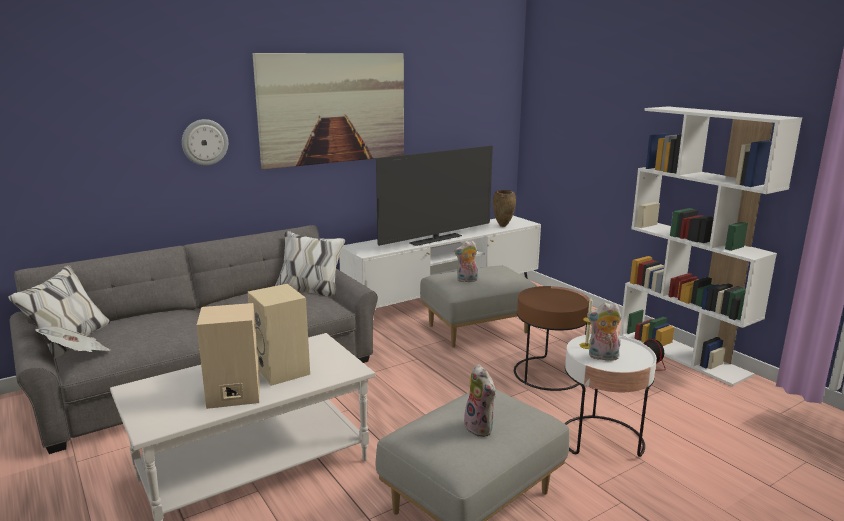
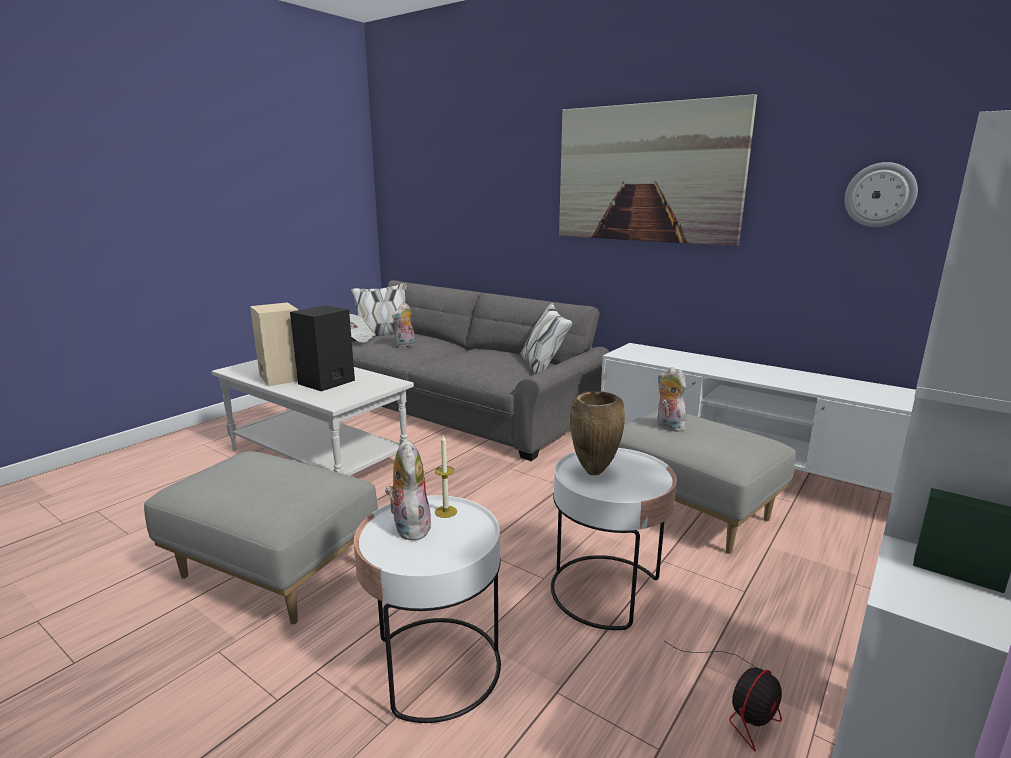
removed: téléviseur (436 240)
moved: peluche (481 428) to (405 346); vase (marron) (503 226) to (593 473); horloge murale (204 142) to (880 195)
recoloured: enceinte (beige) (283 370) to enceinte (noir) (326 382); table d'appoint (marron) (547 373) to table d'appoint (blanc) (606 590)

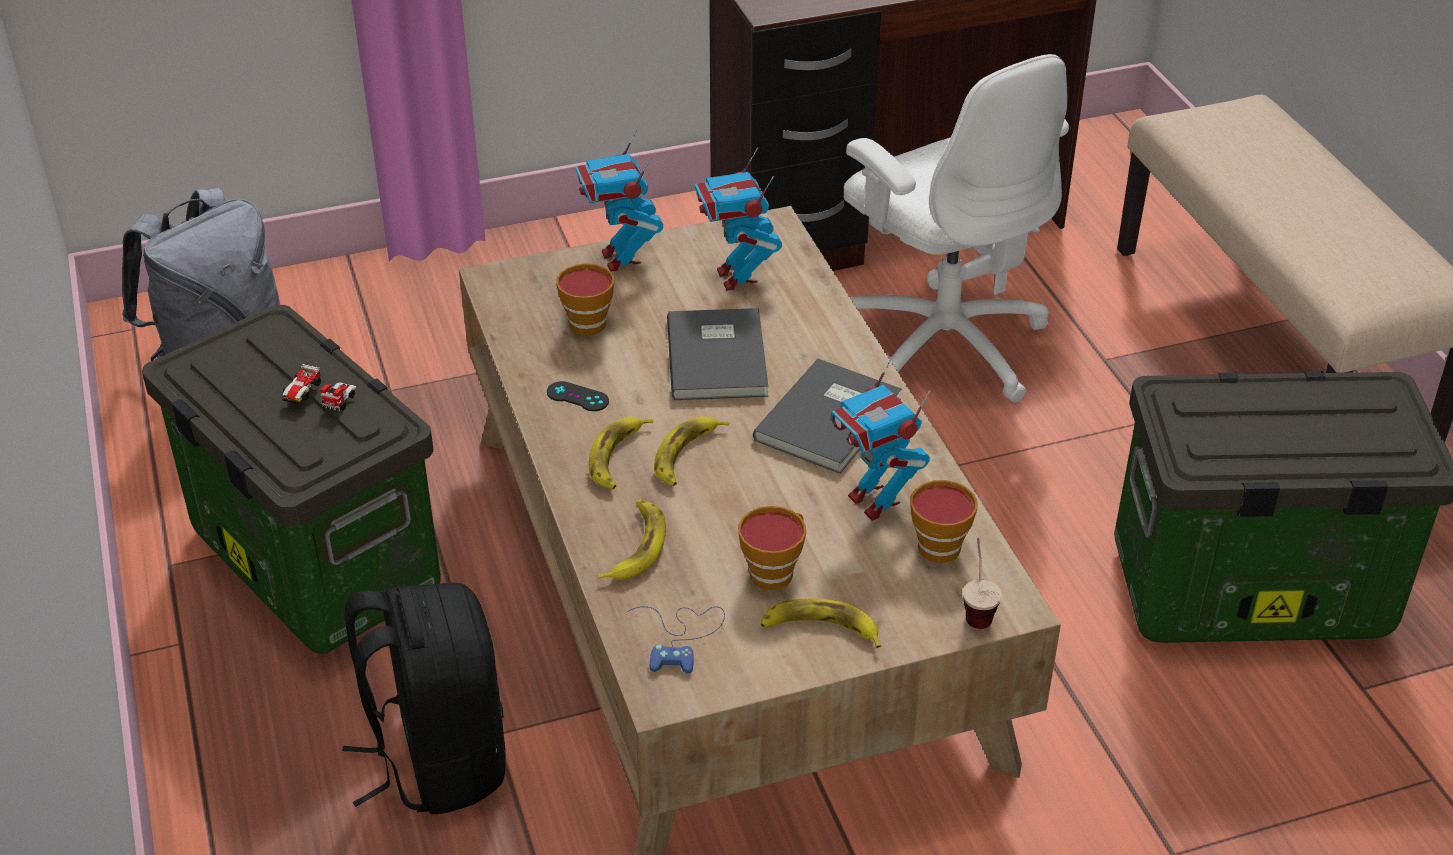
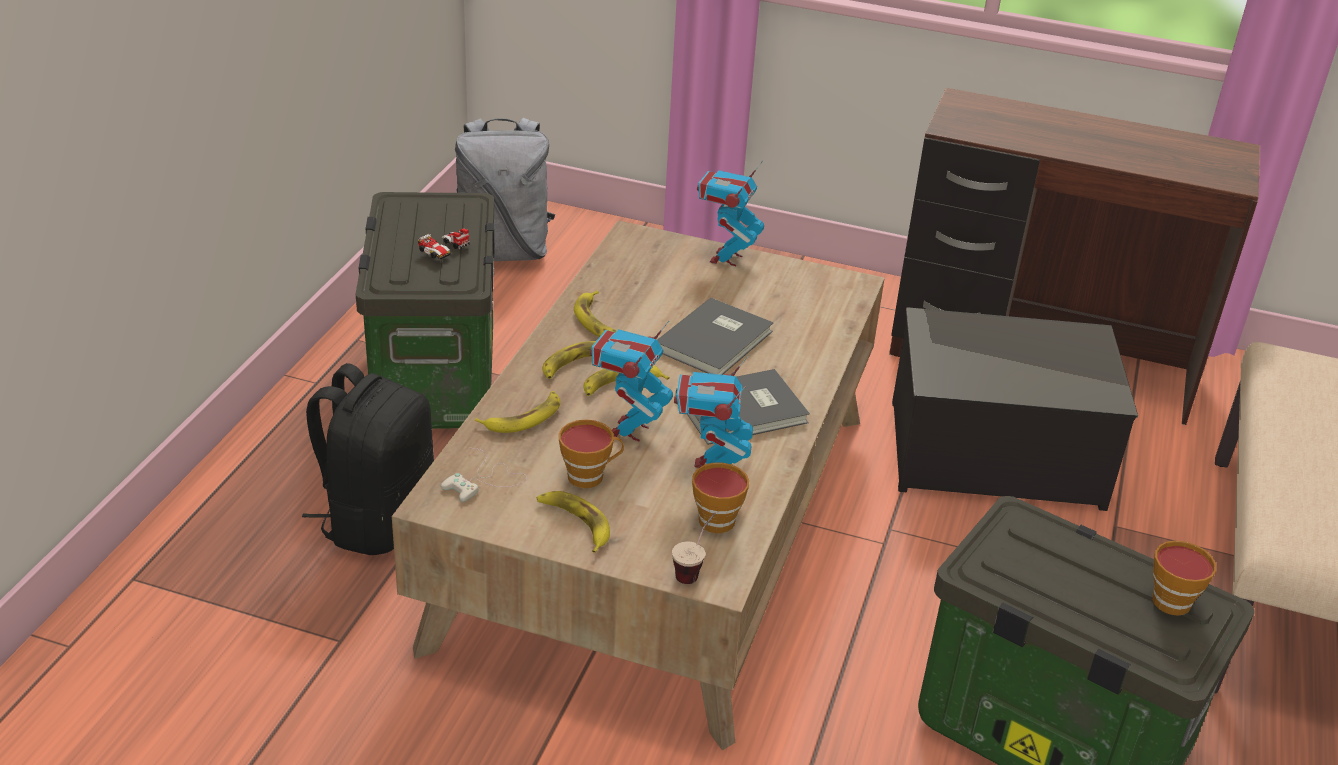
moved: robot jouet (736 277) to (628 430); tasse (587 321) to (1172 598)
replaced: manette (noir) (577 397) to banane (597 320); chaise de bureau (blanc) (943 344) to boîte de rangement (993 455)
recoloured: manette (bleu) (682 637) to manette (blanc) (485 480)
turned: petite voiture (320 397) = (445 249) 105 degrees counterclockwise

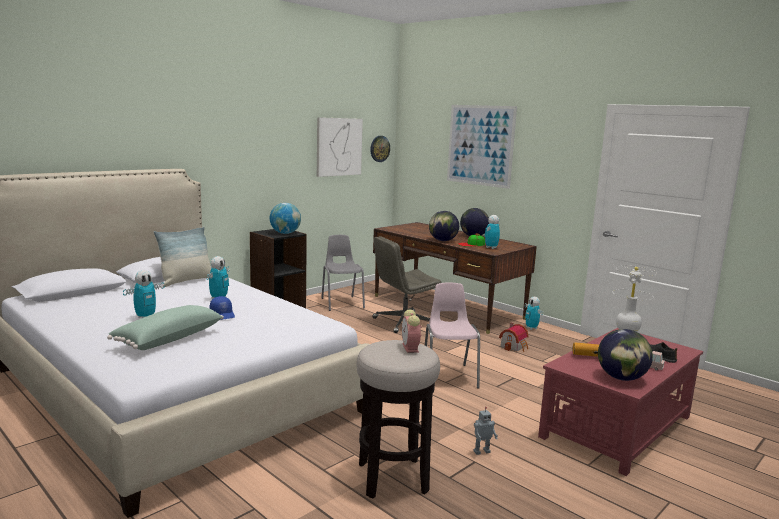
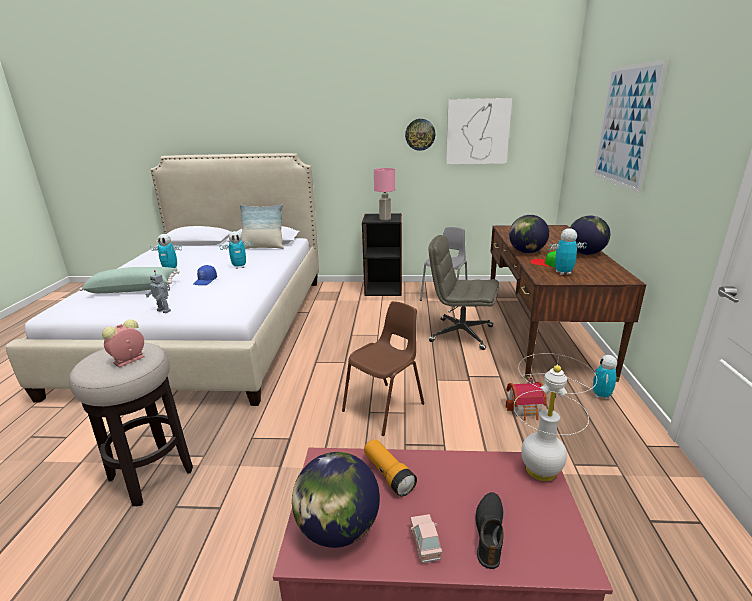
moved: robot jouet (481 451) to (164 310); horloge murale (379 148) to (420 134)
replaced: globe (285 233) to lampe de table (rose) (385 219)
recoloured: chaise (rose) (449 376) to chaise (marron) (385 407)

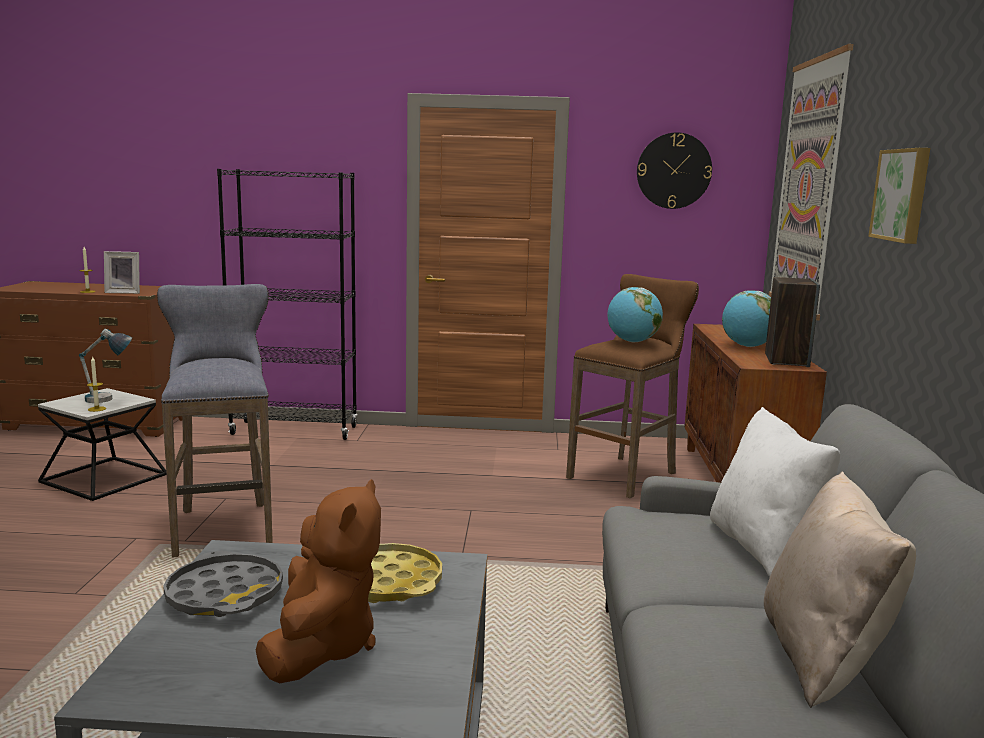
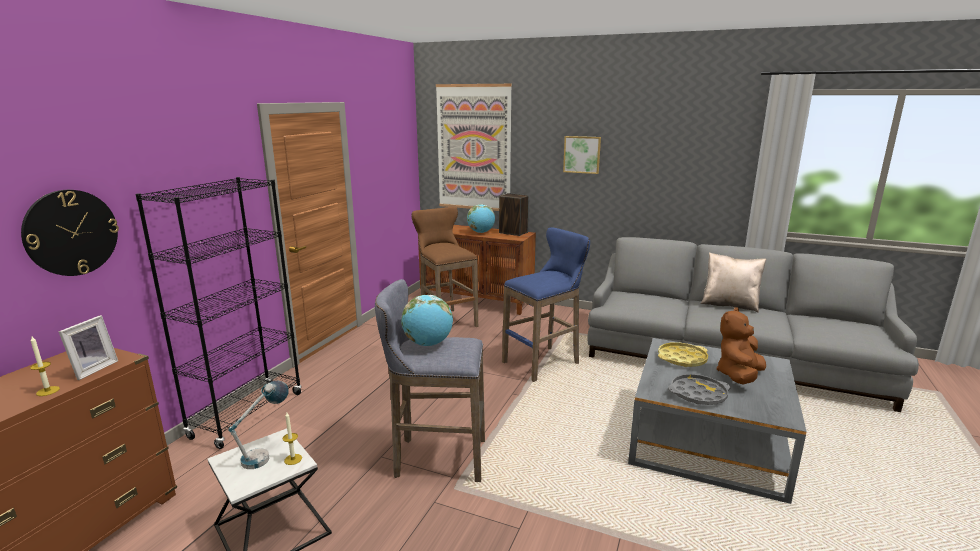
removed: coussin (blanc) (764 548)
added: tabouret (bleu) (544 362)
moved: horloge murale (674 171) to (71 232); globe (632 342) to (428 344)
turned: peluche (marron) (321 646) = (738 376) 75 degrees counterclockwise

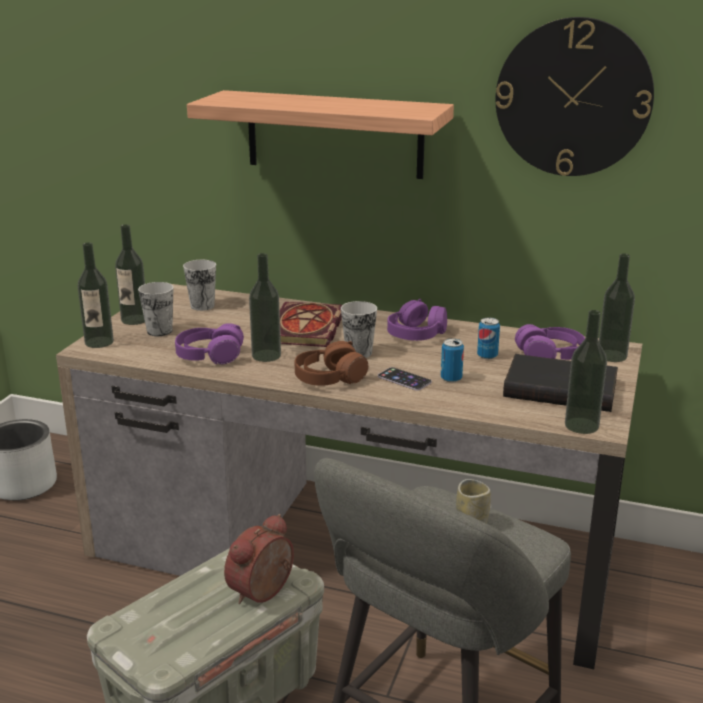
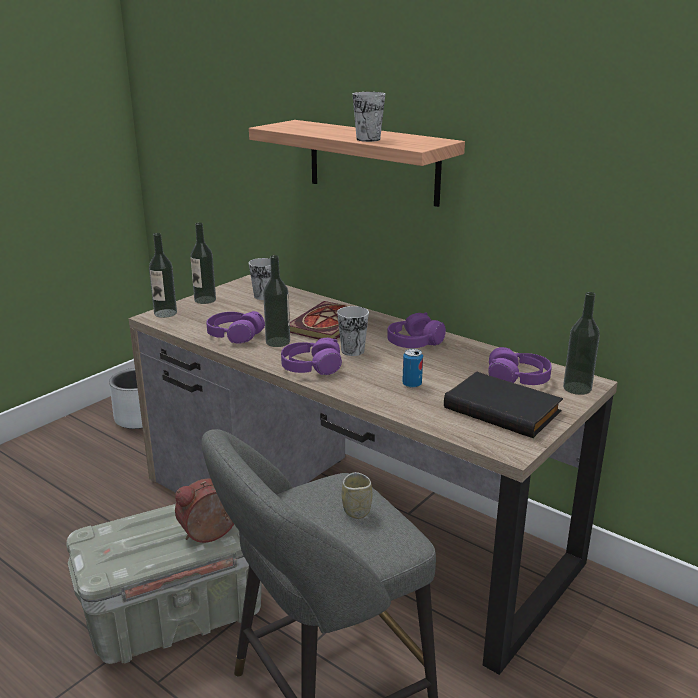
removed: téléphone (404 379); boîte métallique (487 356); horloge murale (573 98); bouteille (581 425)
moved: tasse (159 331) to (368 139)
recoloured: casque audio (marron) (329 378) to casque audio (violet) (311 368)

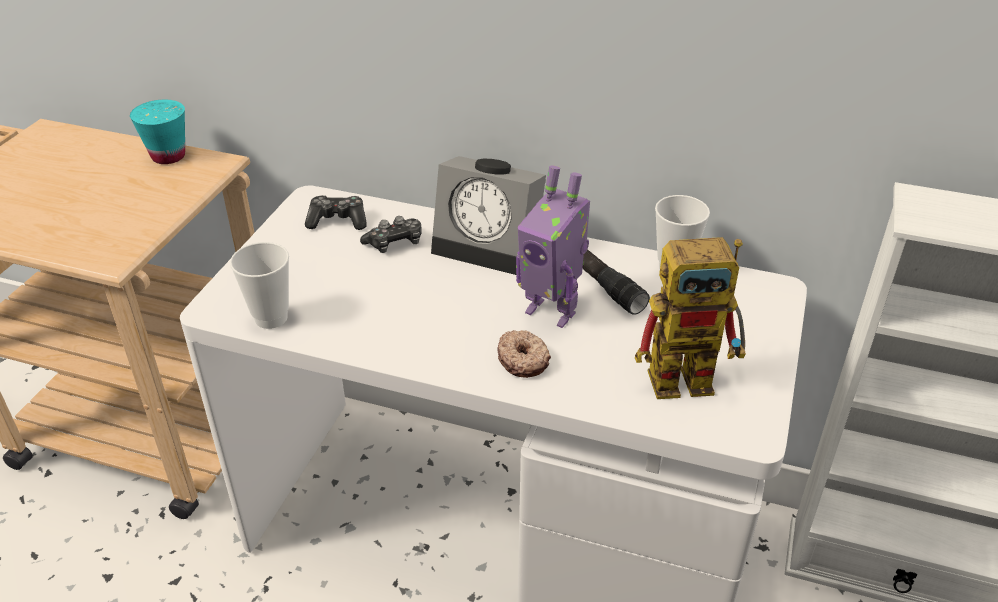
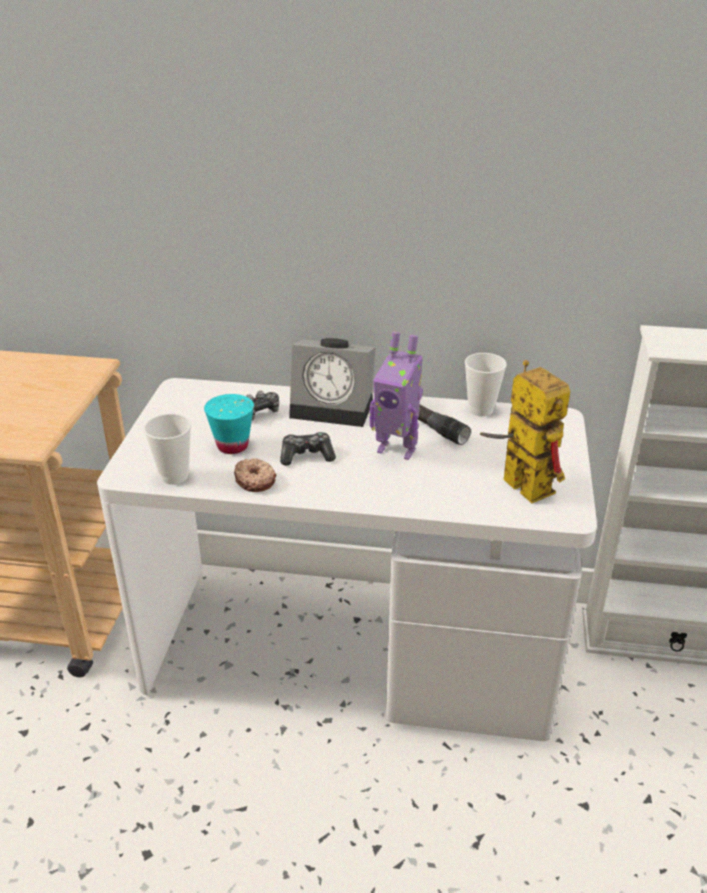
moved: tasse (turquoise) (168 156) to (232 446); beignet (523 360) to (255 480); manette (338 220) to (307 455)
turned: robot jouet (693 376) = (516 482) 105 degrees counterclockwise

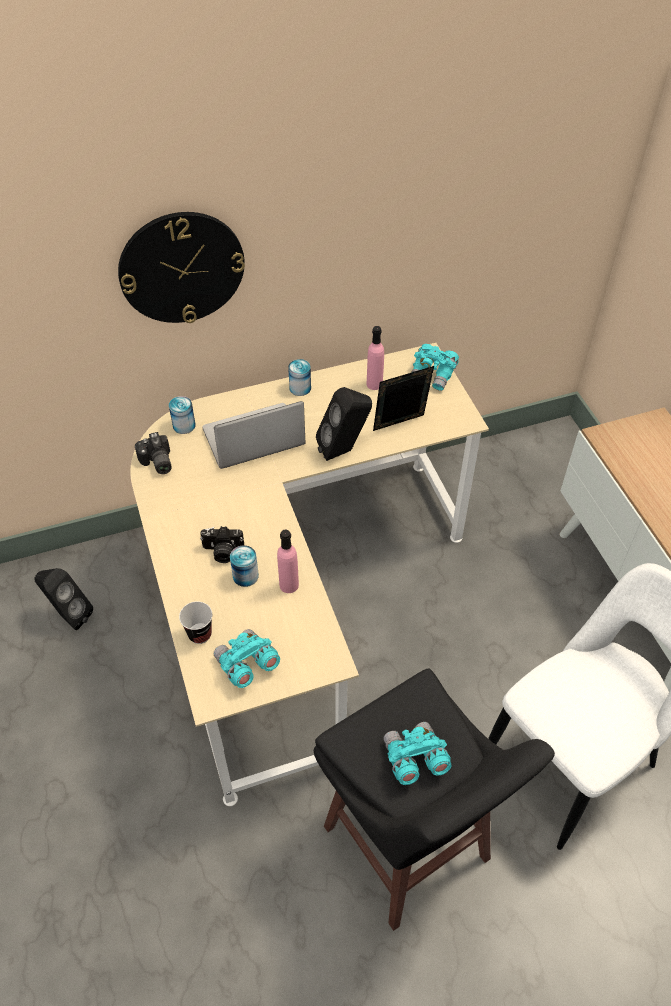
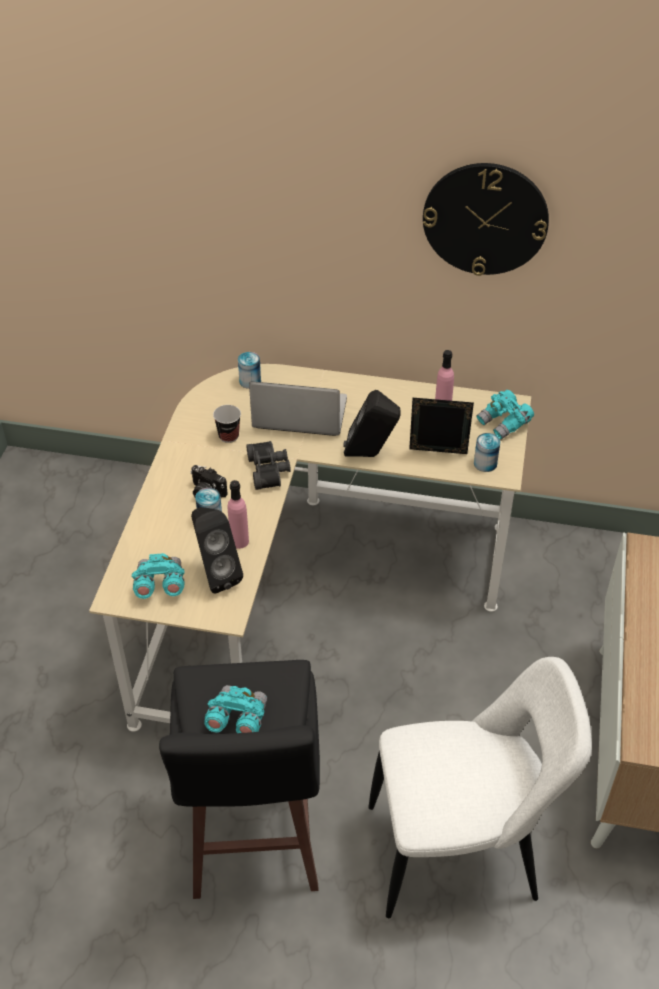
removed: appareil photo (156 462)
added: jumelles (noir) (269 470)
moved: enceinte (noir) (69 615) to (215 574); tasse (200 634) to (228 436); horloge murale (181 268) to (485 219); boîte métallique (300 388) to (485 463)

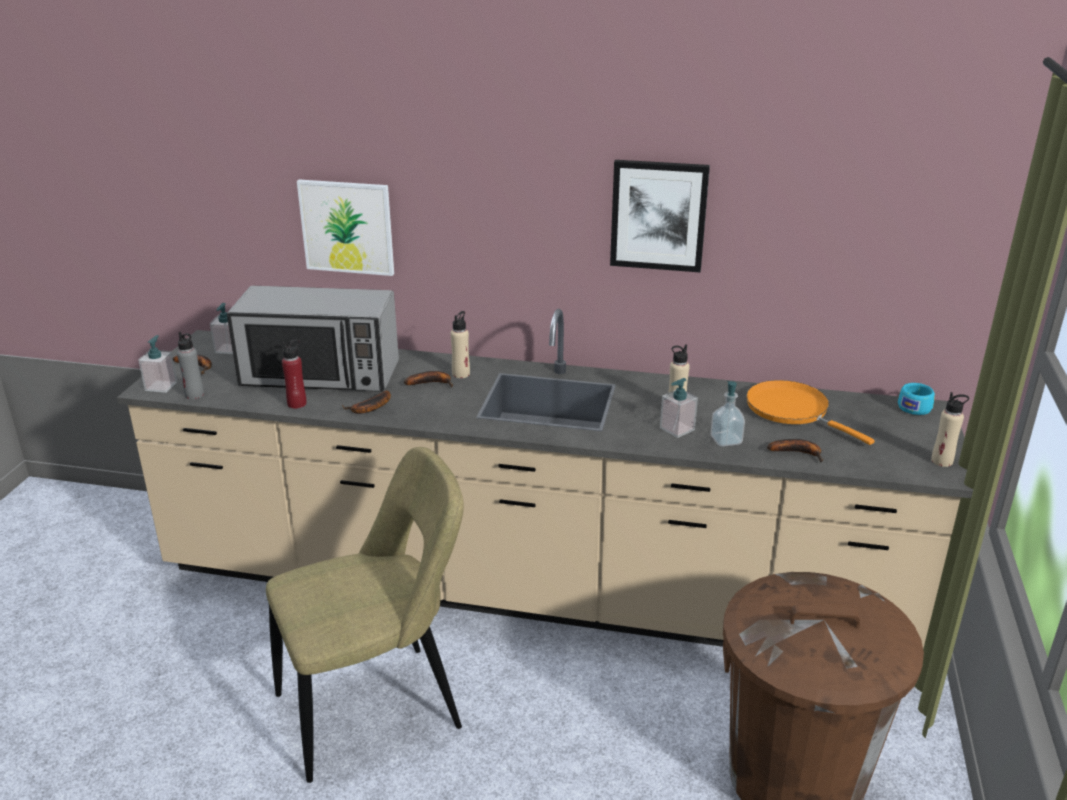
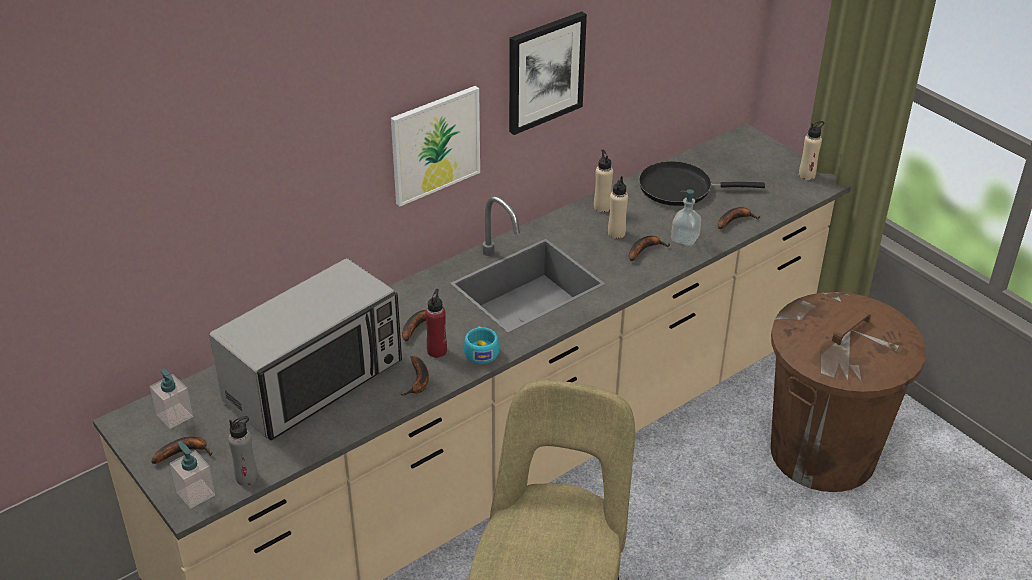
moved: tableau (347 227) to (435 145); bouteille (rouge) (297 404) to (437 351); tasse (turquoise) (916 407) to (481 351); bouteille (beige) (461 374) to (602 207)
replaced: distributeur de savon (677 429) to banane (644 250)
recoloured: poêle (orange) (792 410) to poêle (noir) (680 188)

